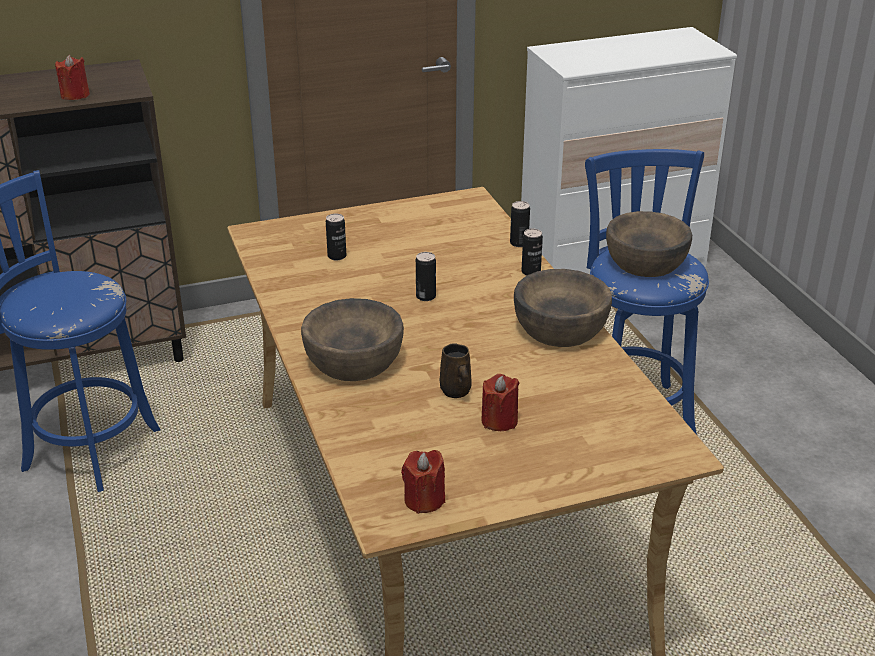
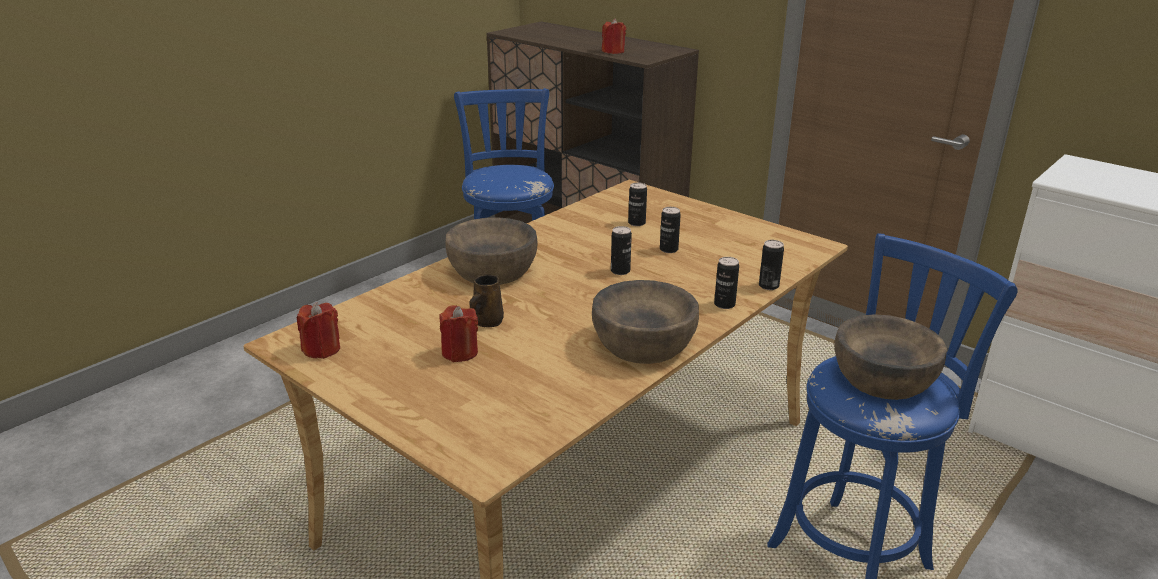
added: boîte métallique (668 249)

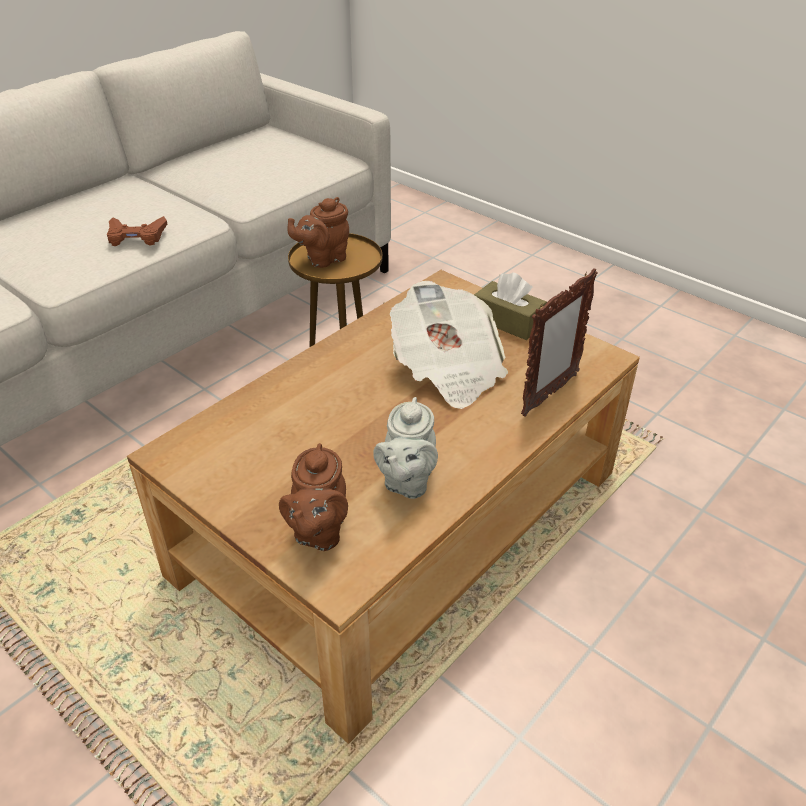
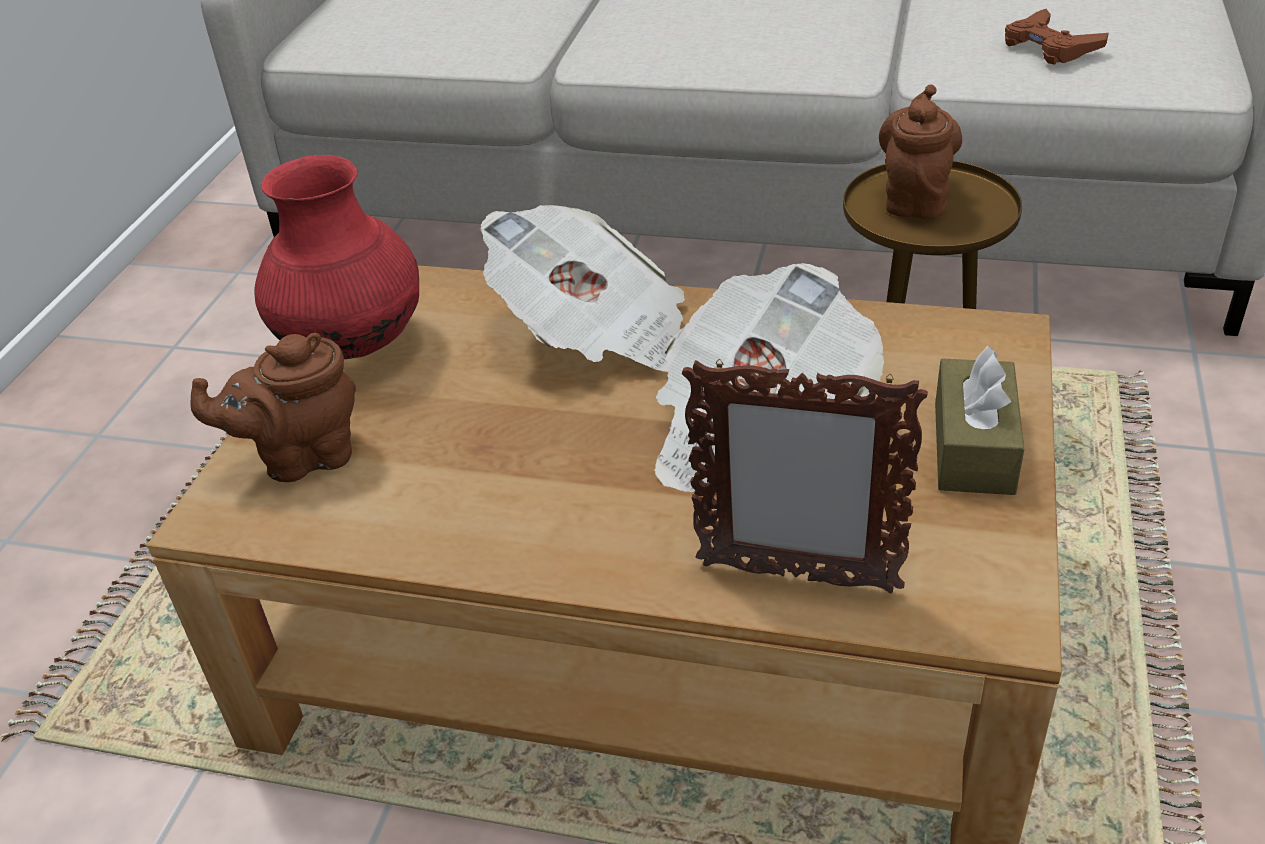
removed: théière (gris) (407 481)
added: vase (rouge) (354 345); journal (595 334)
moved: manette (marron) (136 236) to (1049 46)
turned: théière (marron) (323 259) = (915 199) 75 degrees clockwise

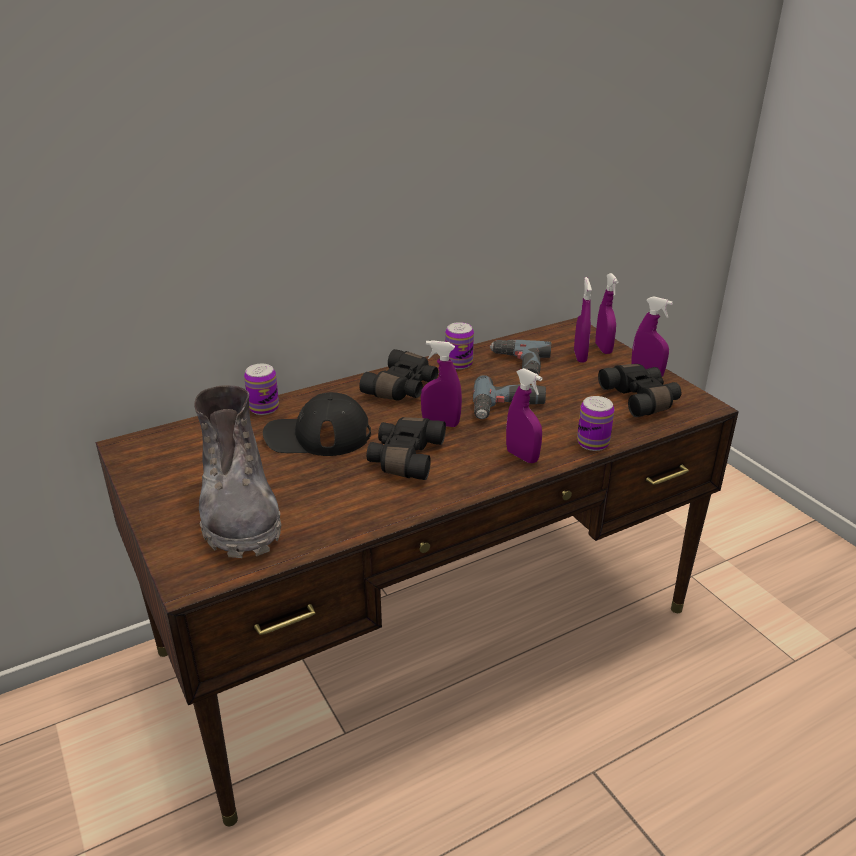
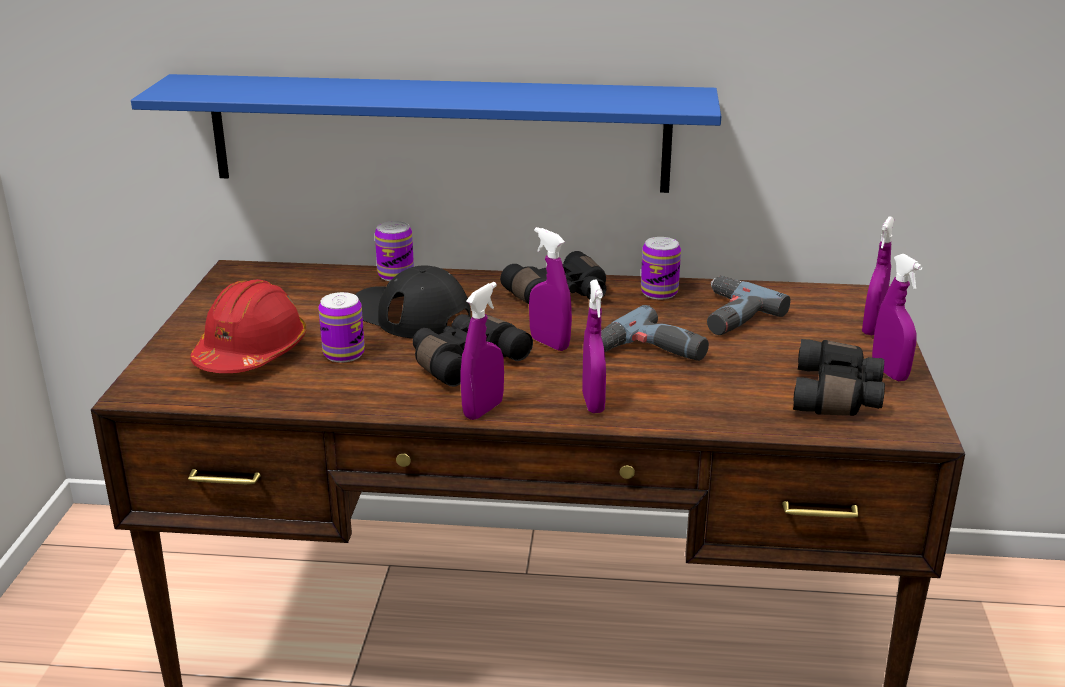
added: étagère (bleu) (439 133)
moved: boîte métallique (593 443) to (344 354); vaporisateur (violet) (580 356) to (483 410)
replaced: botte (gris) (239 511) to casque de chantier (rouge) (251 353)

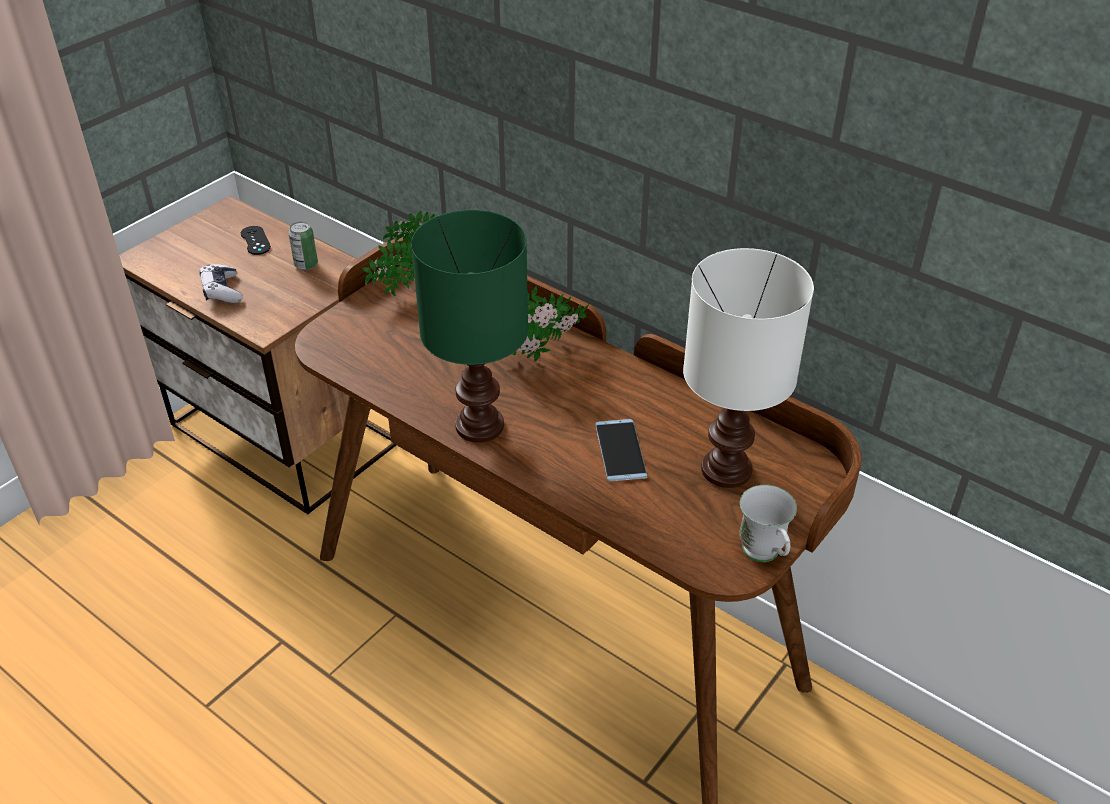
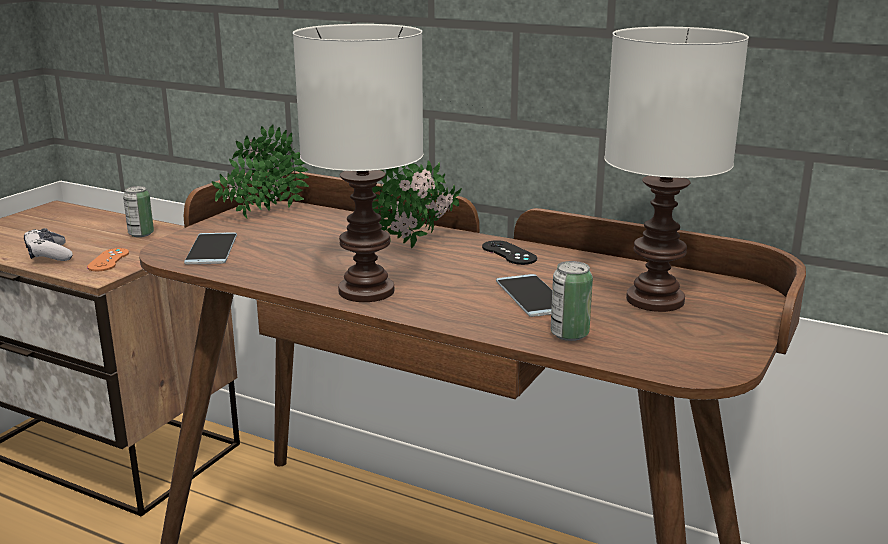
removed: mug (blanc) (764 556)
added: manette (orange) (108 260); téléphone (211 249); boîte métallique (569 334)
moved: manette (noir) (255 240) to (509 253)
recoloured: lampe de table (vert) (479 424) to lampe de table (blanc) (365 290)

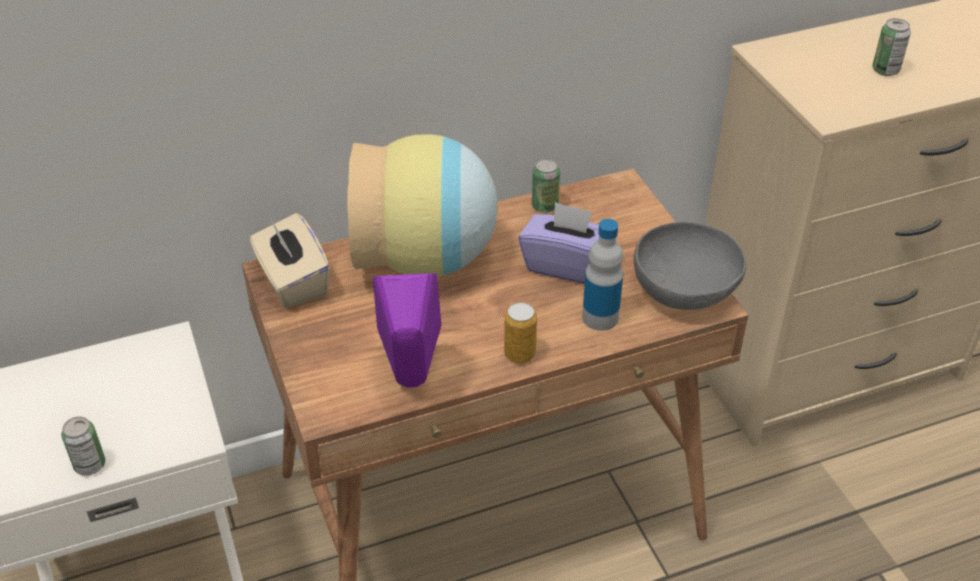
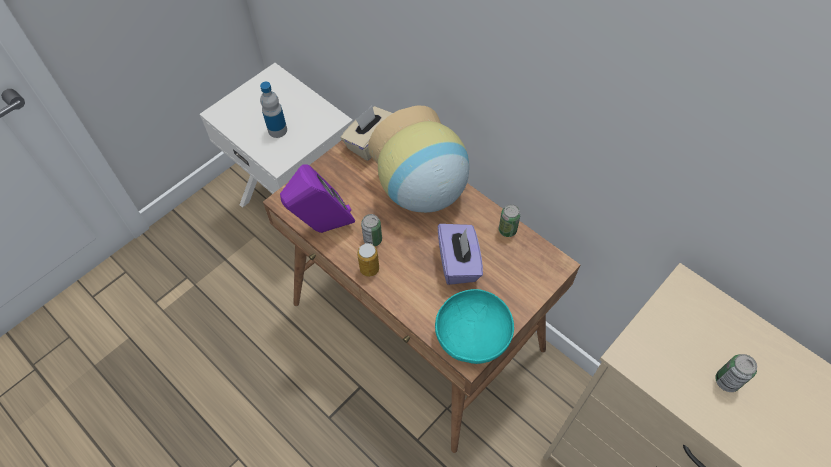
moved: bouteille (600 317) to (277 130); boîte métallique (90 465) to (372 240)
recoloured: bol (gris) (686 291) to bol (turquoise) (472 337)

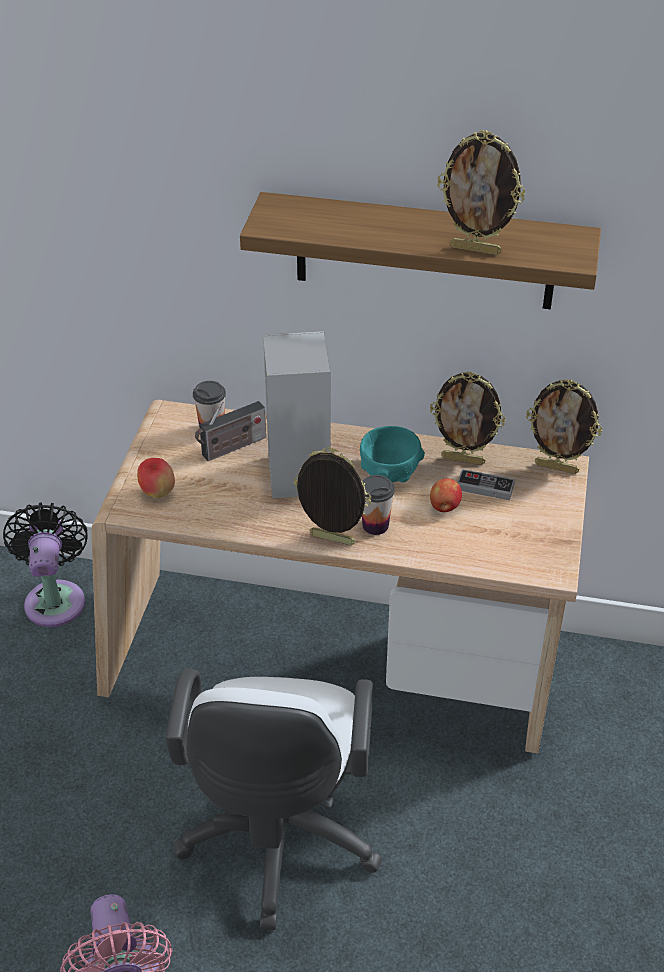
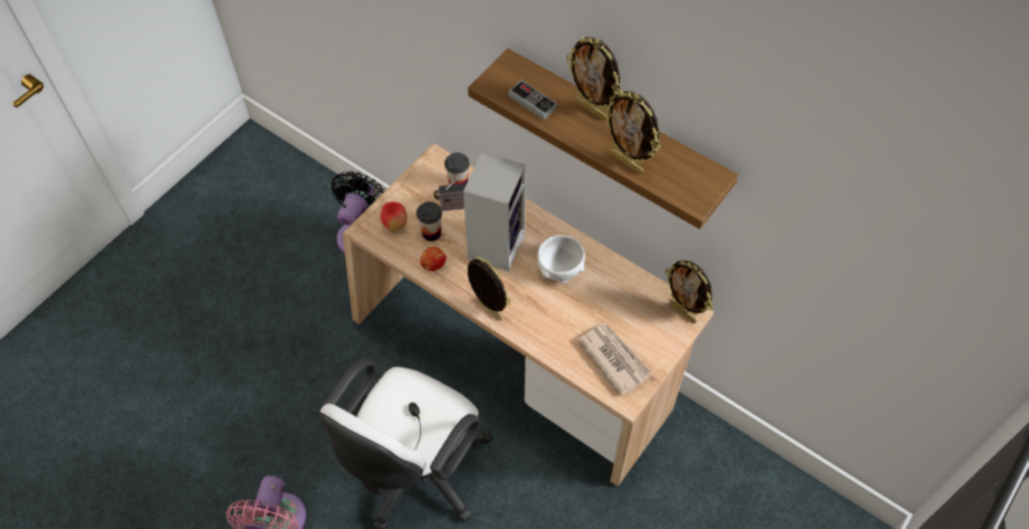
added: journal (614 358)
moved: tasse (375 525) to (431 233); pomme (444 507) to (433 265); manette (485 487) to (532 102); cadre photo (463 459) to (591 110)
recoloured: bol (turquoise) (390 472) to bol (blanc) (560 269)

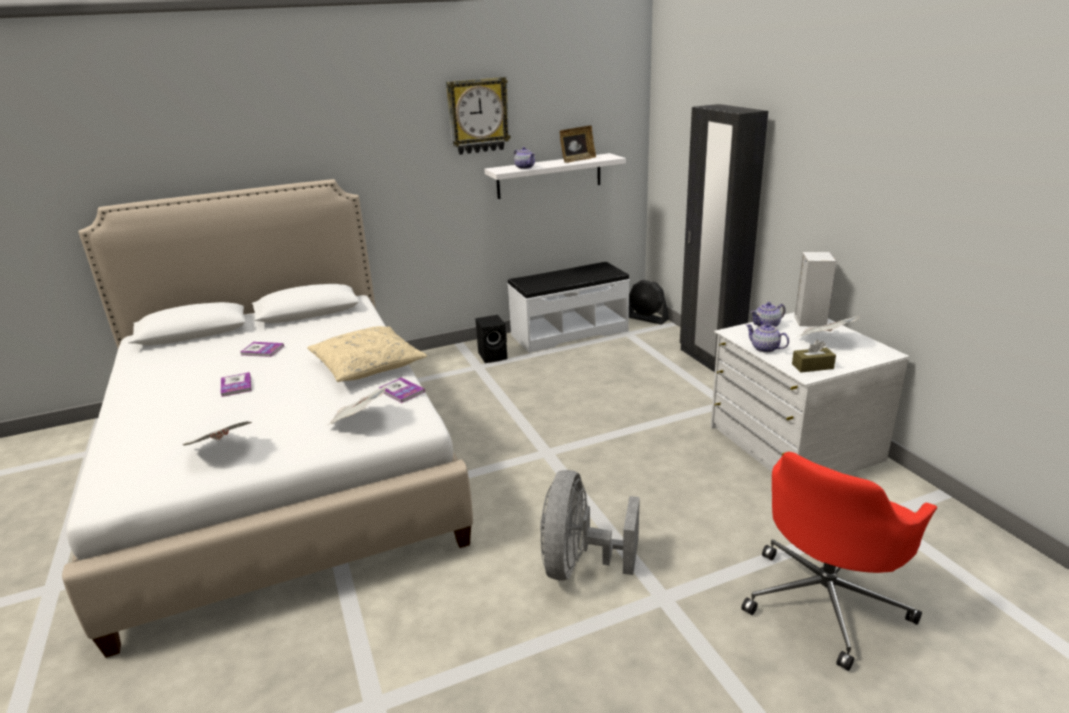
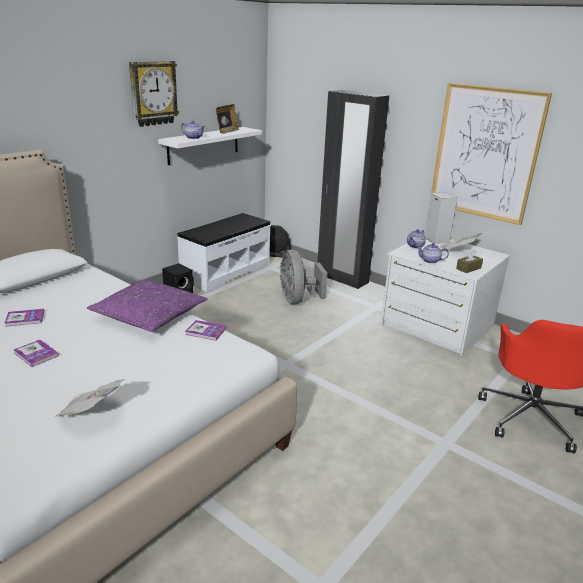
removed: journal (359 420)
added: tableau (485 153)
moved: ventilateur (gris) (580 564) to (297 300)
recoloured: coussin (beige) (367 365) to coussin (violet) (149 315)

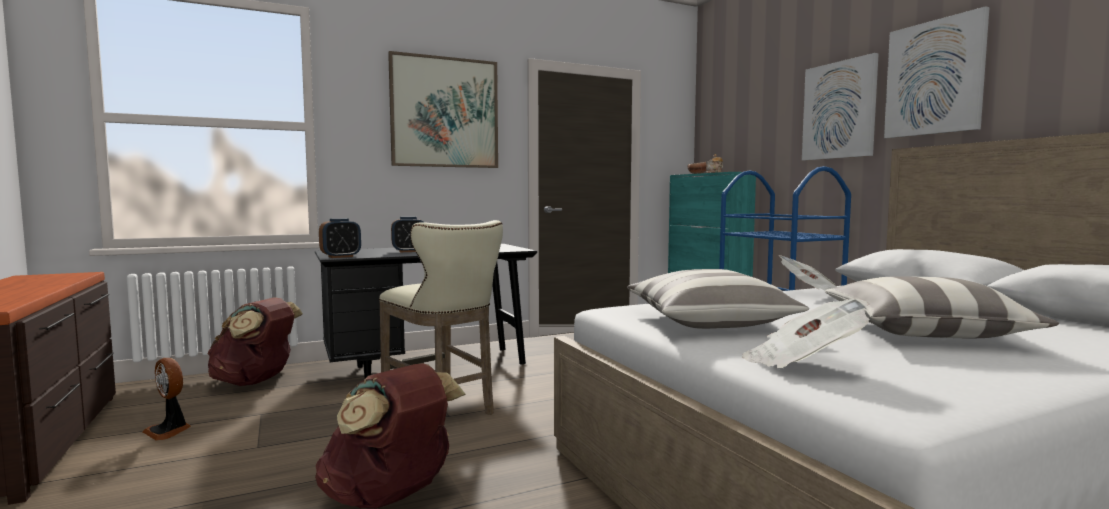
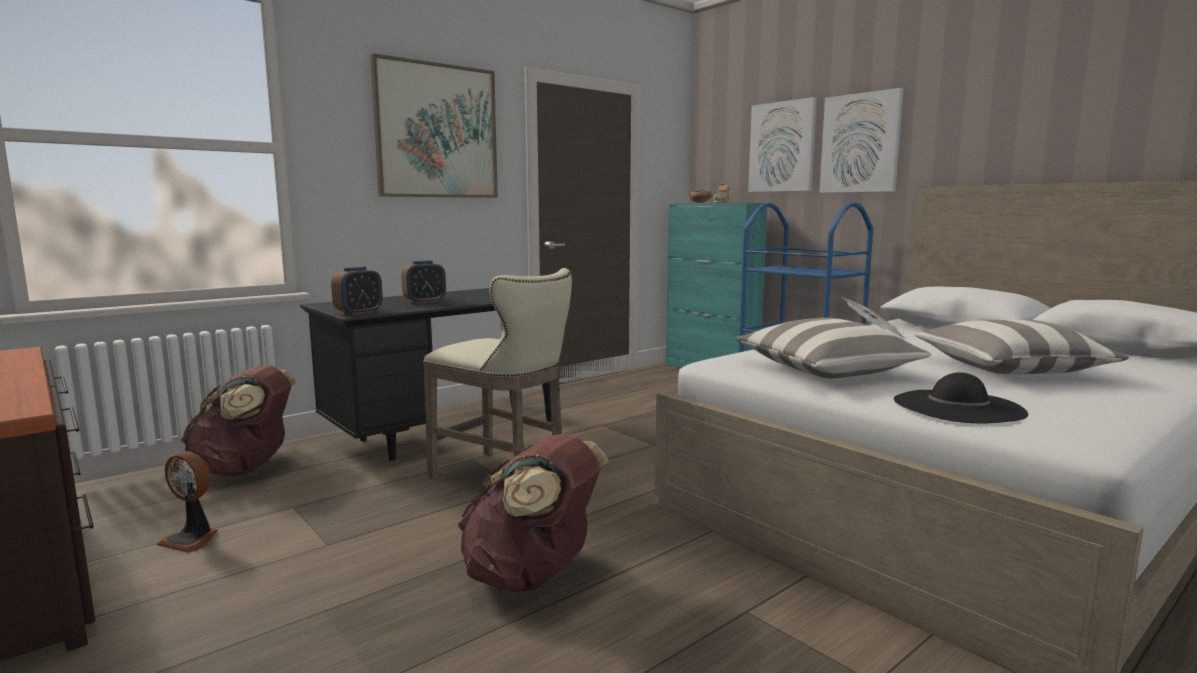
moved: tableau (934 78) to (782 147)
replaced: journal (802 363) to chapeau (noir) (958 407)

